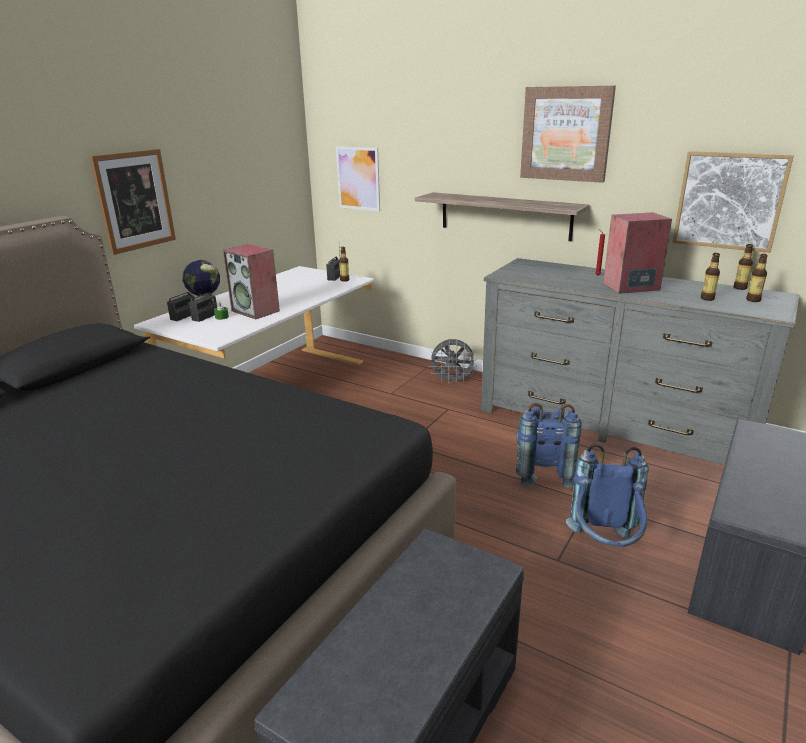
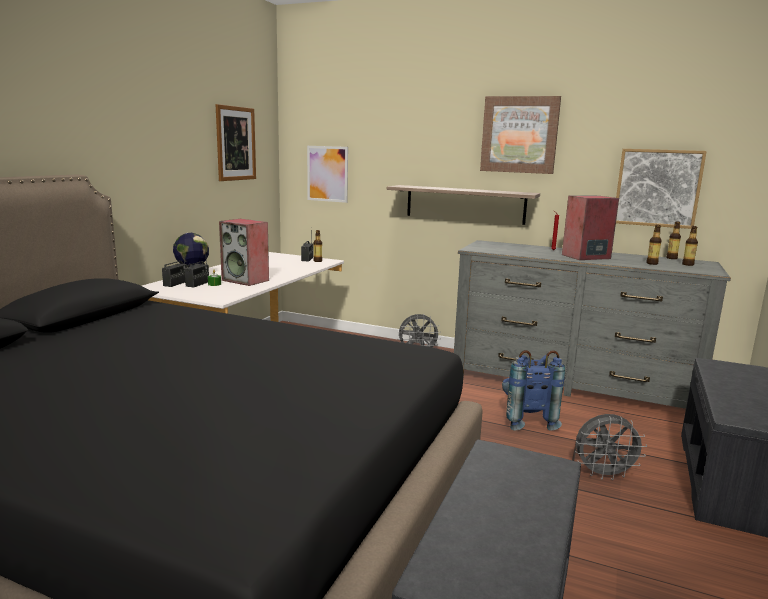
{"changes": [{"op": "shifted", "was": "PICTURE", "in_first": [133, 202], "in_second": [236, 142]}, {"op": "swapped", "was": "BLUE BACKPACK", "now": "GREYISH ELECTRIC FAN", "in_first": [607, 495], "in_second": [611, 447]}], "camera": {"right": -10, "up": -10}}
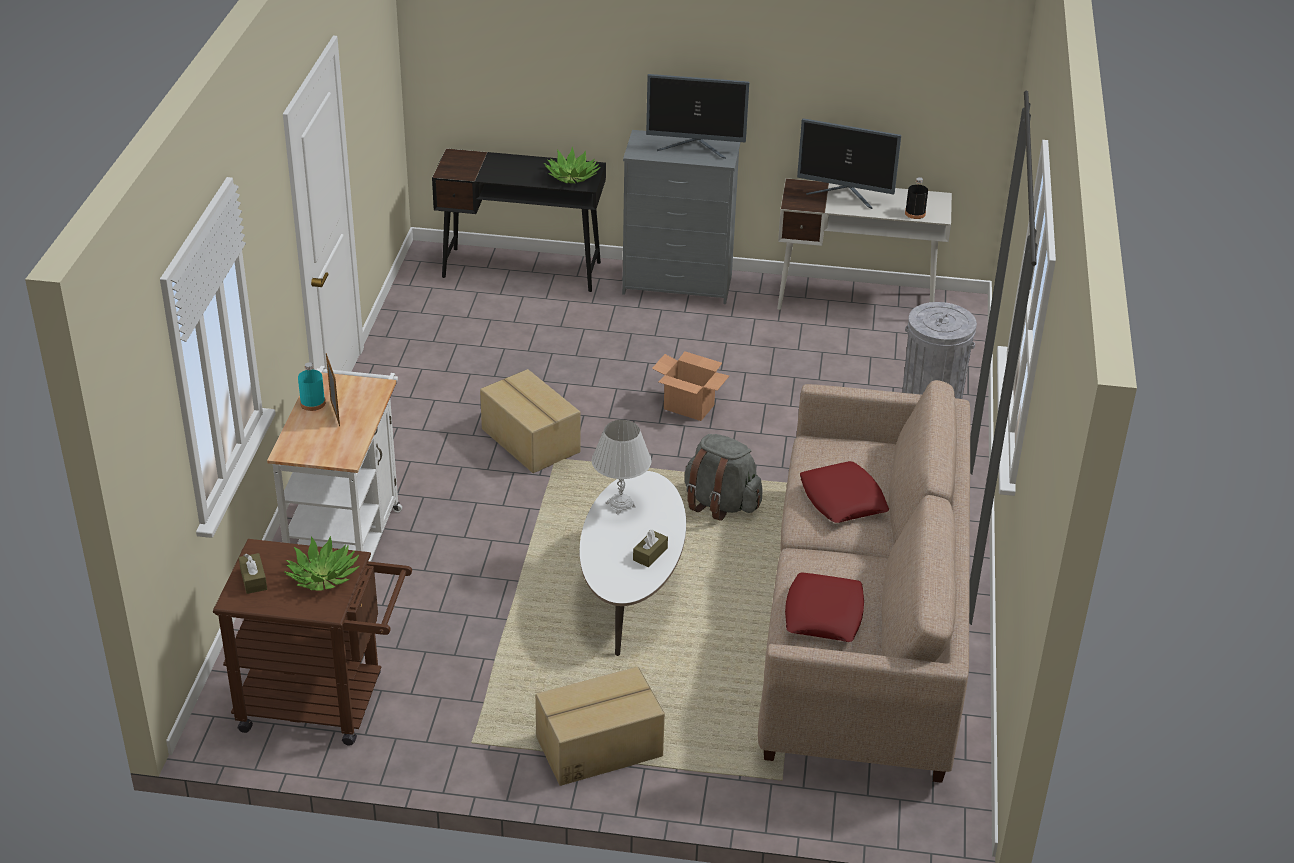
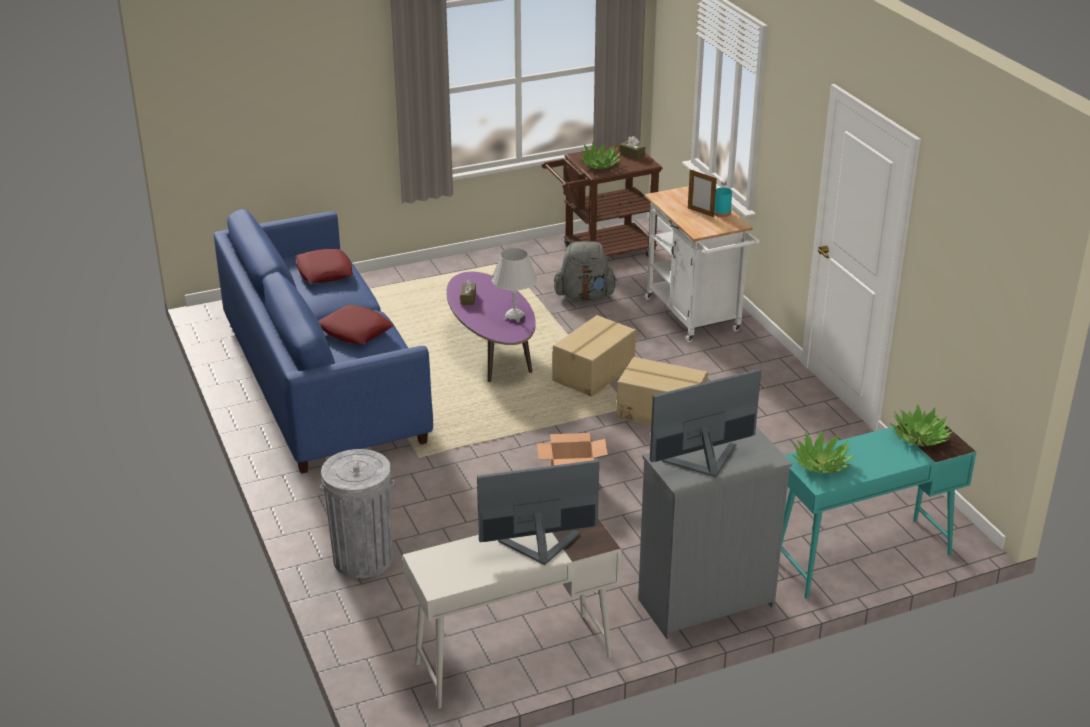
{"changes": [{"op": "repainted", "was": "SAND-COLOURED SETTEE", "now": "BLUE SETTEE", "in_first": [864, 581], "in_second": [323, 341]}, {"op": "repainted", "was": "WHITISH LOUNGE TABLE", "now": "PURPLE-COLOURED LOUNGE TABLE", "in_first": [633, 563], "in_second": [491, 327]}, {"op": "shifted", "was": "CARTON", "in_first": [600, 726], "in_second": [594, 356]}, {"op": "shifted", "was": "GREYISH BACKPACK", "in_first": [723, 477], "in_second": [585, 271]}, {"op": "repainted", "was": "BLACKISH DESK UNIT", "now": "TURQUOISE-COLOURED DESK UNIT", "in_first": [519, 220], "in_second": [879, 507]}, {"op": "new", "now": "HOUSEPLANT", "in_second": [921, 425]}, {"op": "gone", "was": "BLACKISH BOTTLE", "in_first": [916, 198]}], "camera": {"right": 150, "up": -5}}
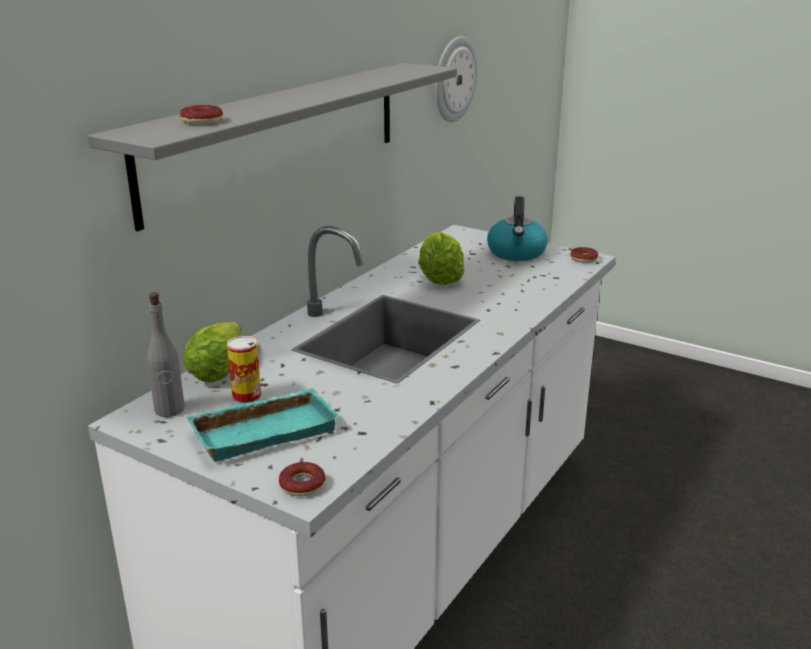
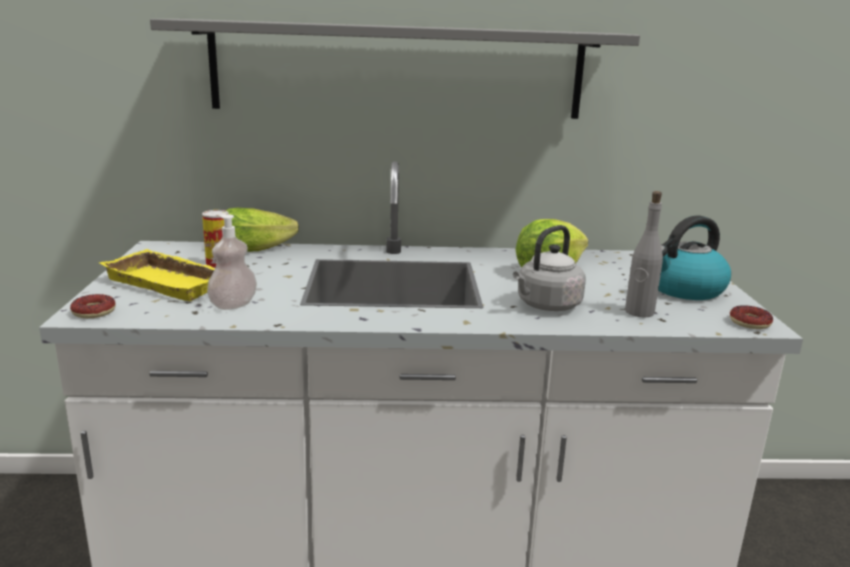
{"changes": [{"op": "repainted", "was": "TURQUOISE-COLOURED CARRYING TRAY", "now": "YELLOW CARRYING TRAY", "in_first": [263, 425], "in_second": [157, 275]}, {"op": "new", "now": "SOAP BOTTLE", "in_second": [232, 262]}, {"op": "new", "now": "GREYISH WATER KETTLE", "in_second": [549, 268]}, {"op": "shifted", "was": "GREYISH BOTTLE", "in_first": [166, 354], "in_second": [644, 254]}, {"op": "gone", "was": "RING DOUGHNUT", "in_first": [201, 115]}, {"op": "gone", "was": "HANGING CLOCK", "in_first": [456, 79]}], "camera": {"right": 55, "up": -5}}
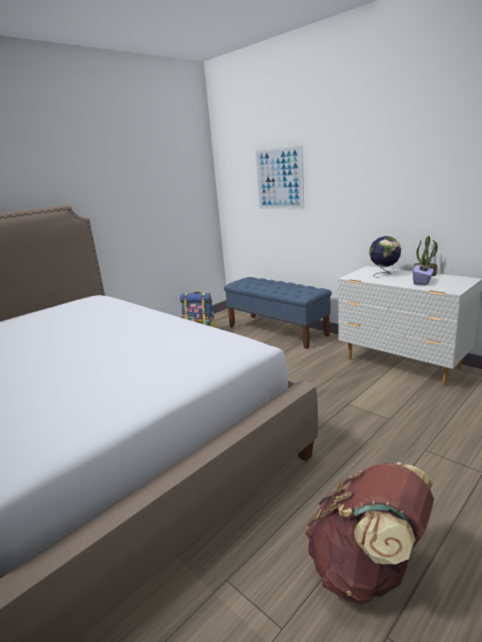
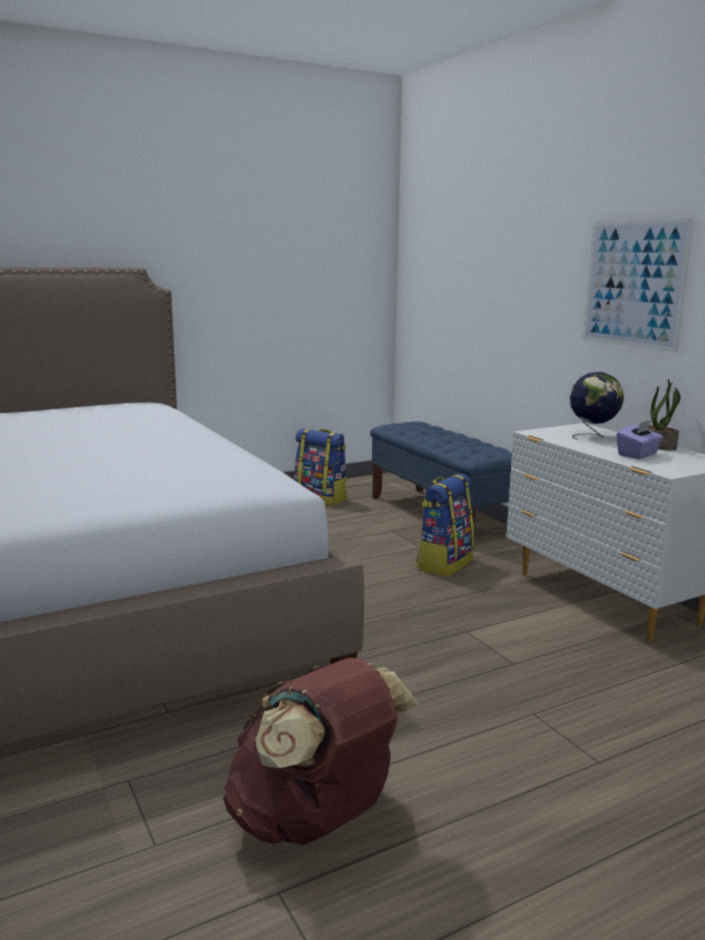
{"changes": [{"op": "new", "now": "BACKPACK", "in_second": [445, 525]}, {"op": "shifted", "was": "PICTURE", "in_first": [279, 177], "in_second": [638, 285]}], "camera": {"right": 15, "up": -5}}
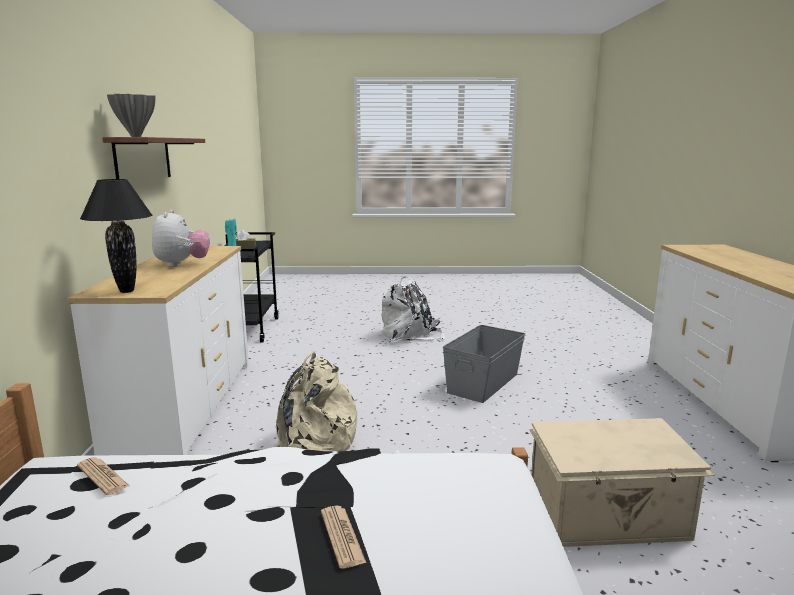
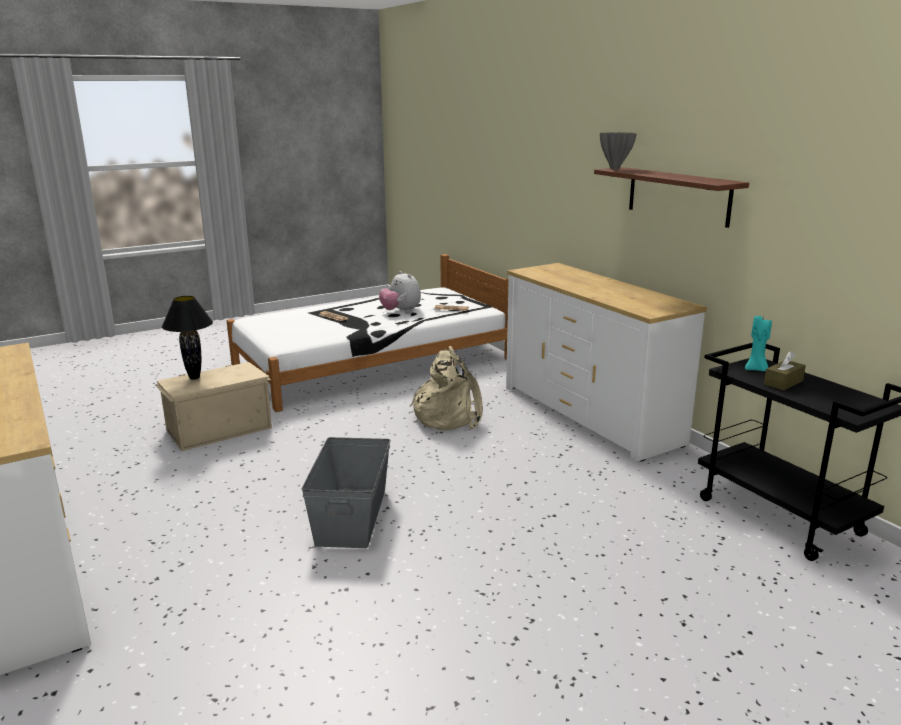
{"changes": [{"op": "shifted", "was": "BLACKISH LAMP FOR A TABLE", "in_first": [116, 236], "in_second": [187, 337]}, {"op": "shifted", "was": "CUDDLY TOY", "in_first": [181, 238], "in_second": [400, 292]}, {"op": "gone", "was": "WHITISH BACKPACK", "in_first": [413, 310]}], "camera": {"right": 150, "up": 5}}
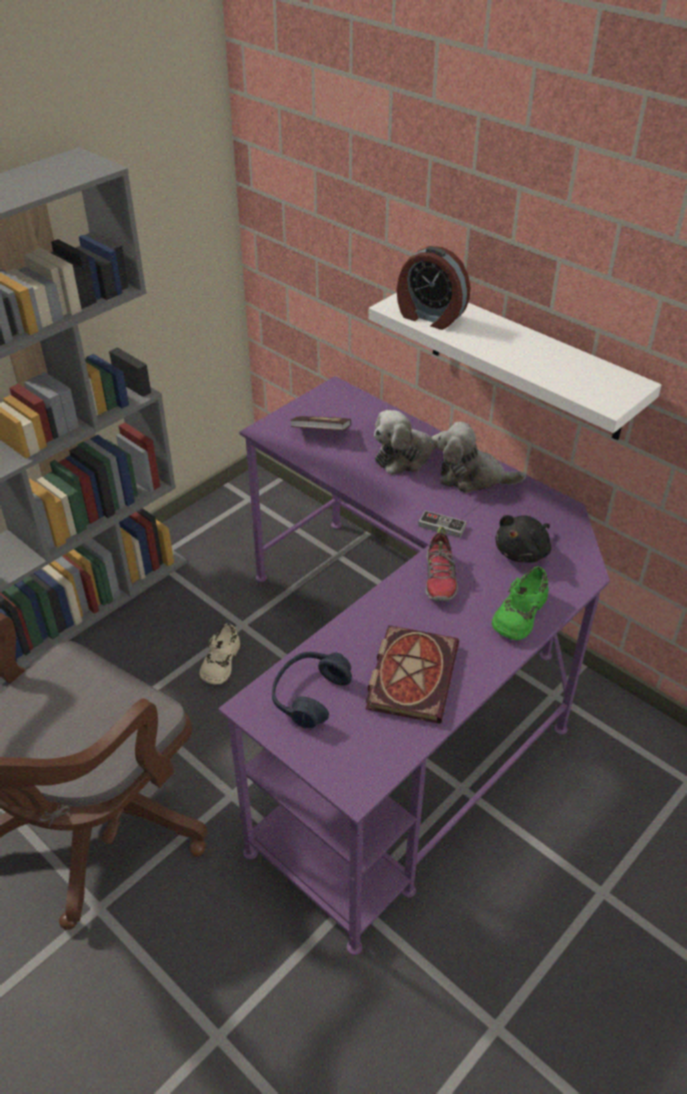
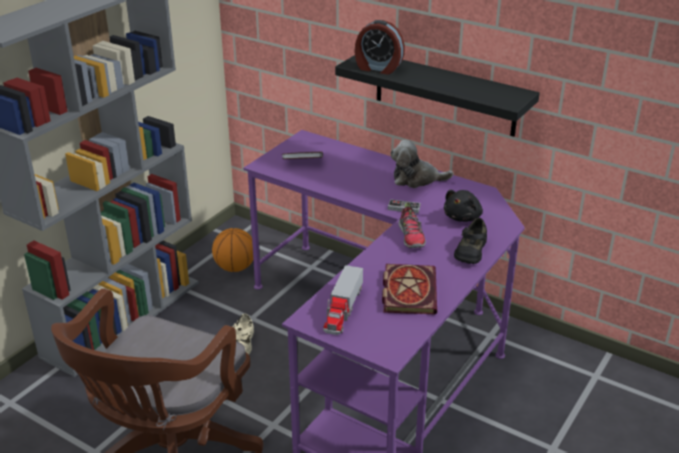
{"changes": [{"op": "new", "now": "BASKETBALL BALL", "in_second": [232, 250]}, {"op": "swapped", "was": "BLUE HEADSET", "now": "TOY LORRY", "in_first": [312, 690], "in_second": [343, 300]}, {"op": "repainted", "was": "WHITISH WALL SHELF", "now": "BLACKISH WALL SHELF", "in_first": [515, 366], "in_second": [437, 96]}, {"op": "repainted", "was": "GREENISH SHOE", "now": "BLACKISH SHOE", "in_first": [520, 603], "in_second": [470, 241]}, {"op": "gone", "was": "CUDDLY TOY", "in_first": [410, 442]}], "camera": {"right": -10, "up": -10}}
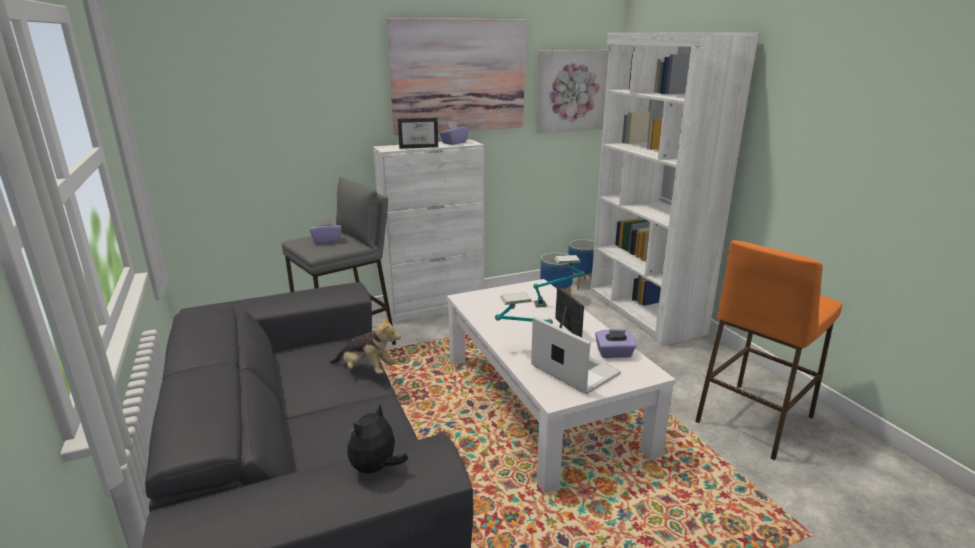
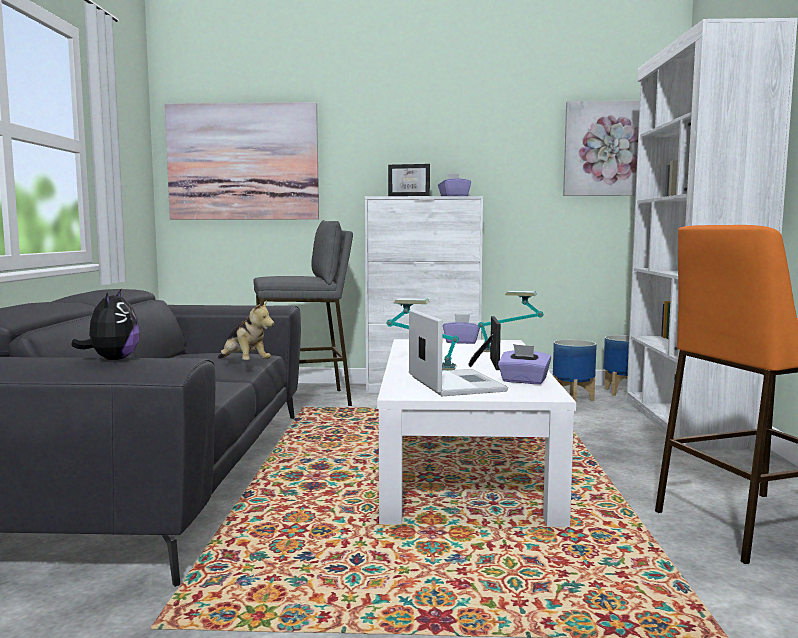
{"changes": [{"op": "rotated", "was": "CUDDLY TOY", "in_first": [377, 438], "in_second": [105, 324], "clockwise": 120}, {"op": "shifted", "was": "PICTURE", "in_first": [456, 76], "in_second": [242, 160]}, {"op": "shifted", "was": "PURPLE-COLOURED TISSUE BOX", "in_first": [326, 230], "in_second": [461, 329]}], "camera": {"right": 25, "up": -15}}
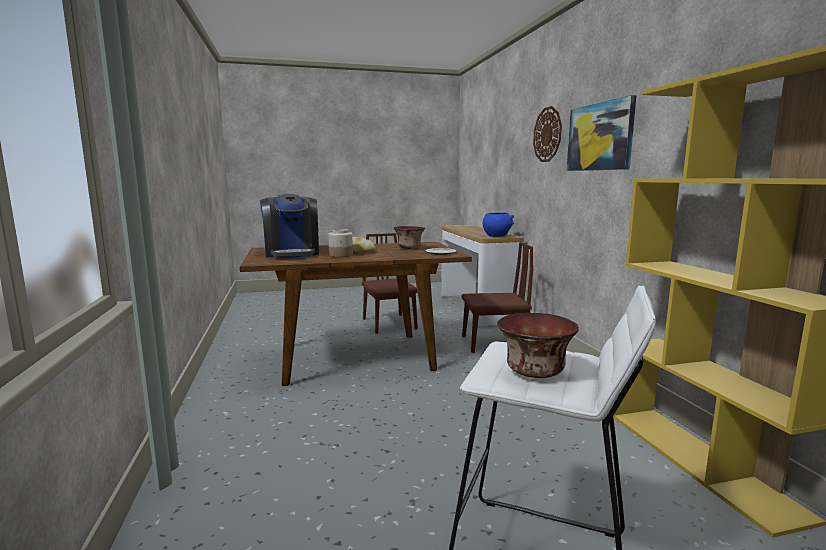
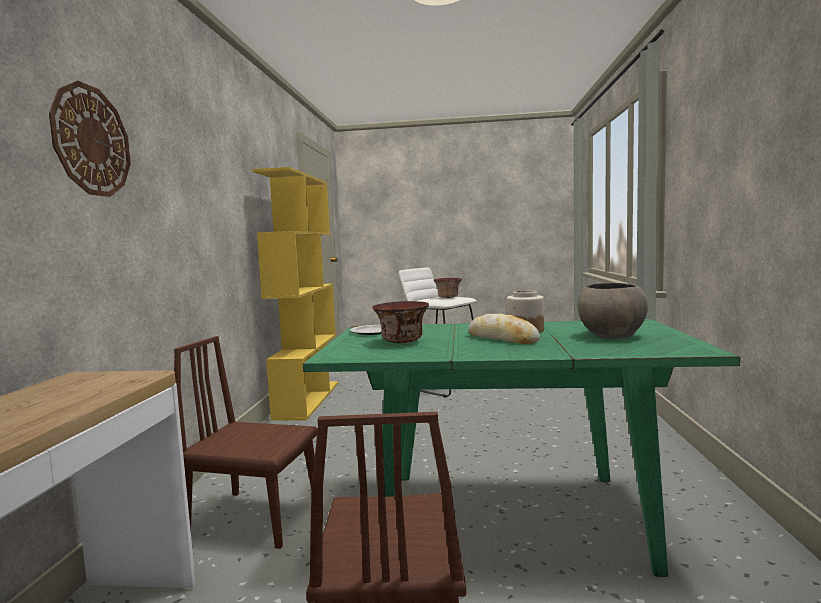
{"changes": [{"op": "repainted", "was": "BROWN DINING TABLE", "now": "GREENISH DINING TABLE", "in_first": [356, 314], "in_second": [521, 448]}, {"op": "swapped", "was": "COFFEE BREWER", "now": "GREYISH BOWL", "in_first": [289, 226], "in_second": [612, 311]}, {"op": "gone", "was": "BLUE BOWL", "in_first": [498, 224]}, {"op": "gone", "was": "PICTURE", "in_first": [601, 133]}], "camera": {"right": -160, "up": -5}}
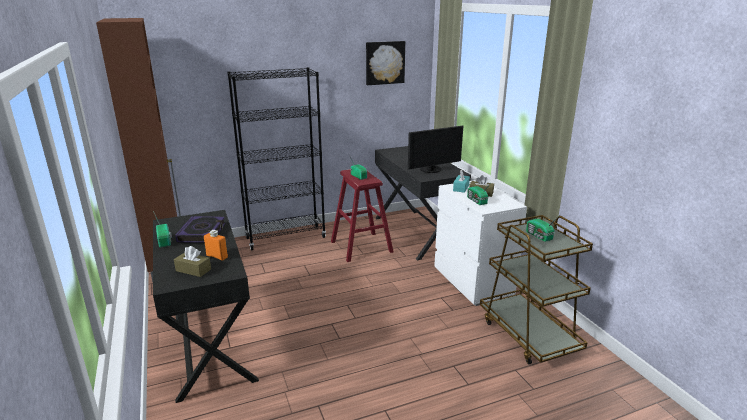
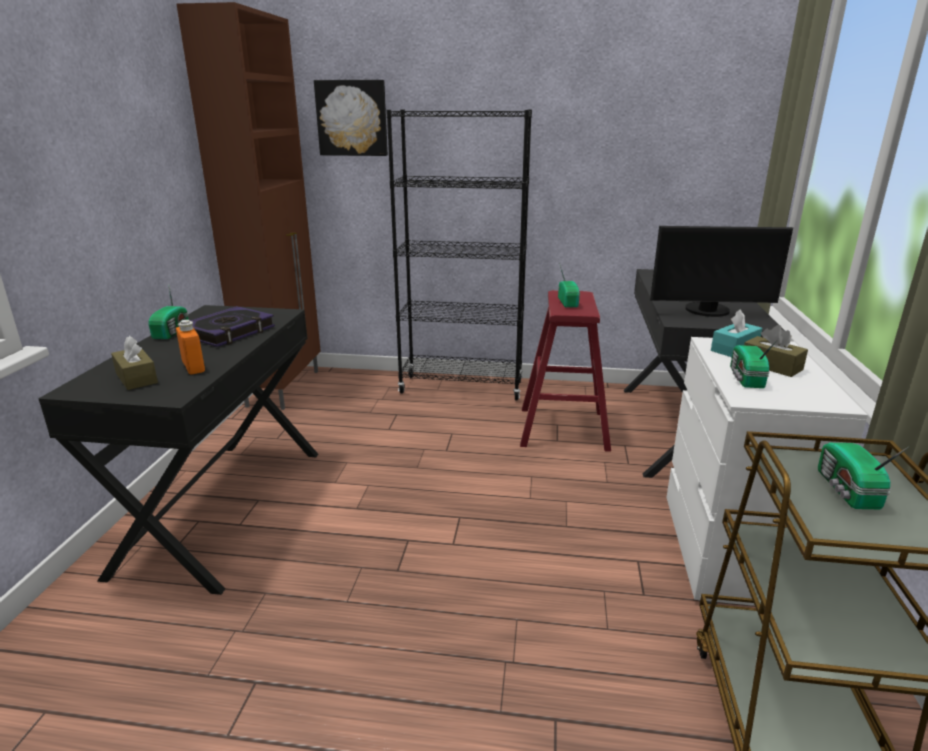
{"changes": [{"op": "shifted", "was": "PICTURE", "in_first": [385, 63], "in_second": [351, 118]}], "camera": {"right": 30, "up": 0}}
